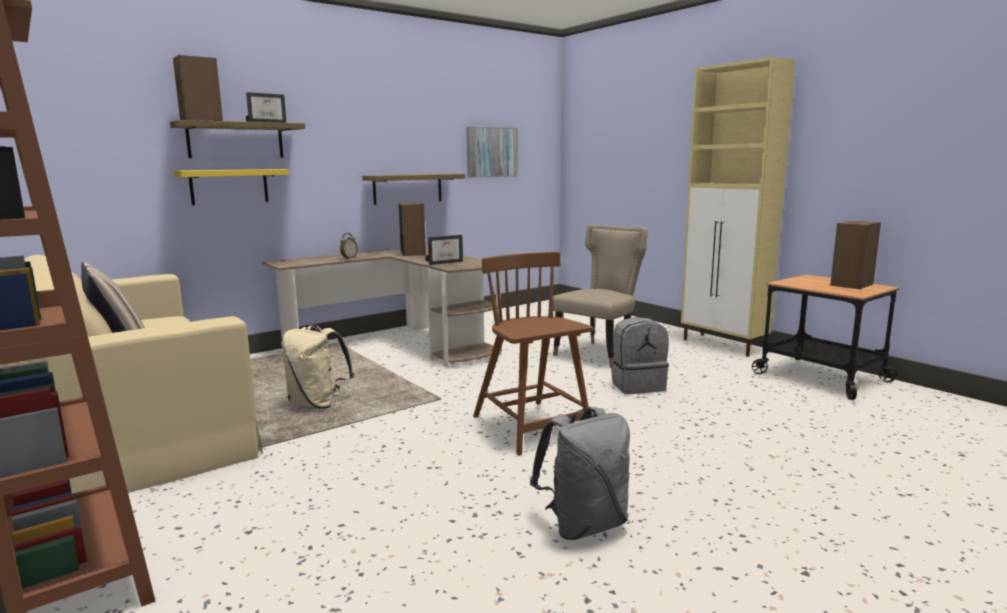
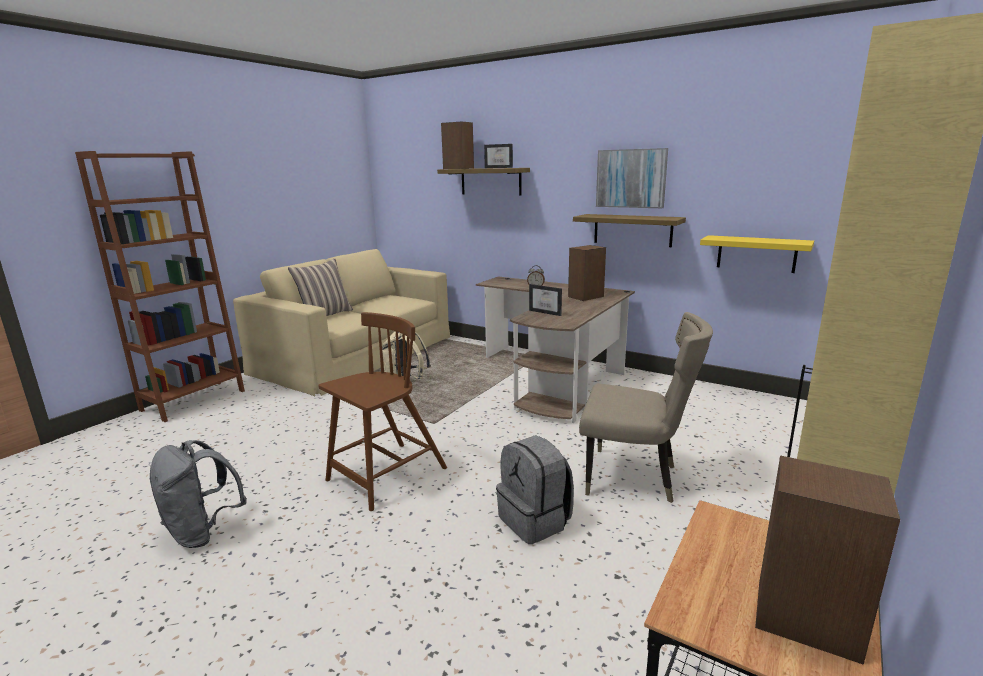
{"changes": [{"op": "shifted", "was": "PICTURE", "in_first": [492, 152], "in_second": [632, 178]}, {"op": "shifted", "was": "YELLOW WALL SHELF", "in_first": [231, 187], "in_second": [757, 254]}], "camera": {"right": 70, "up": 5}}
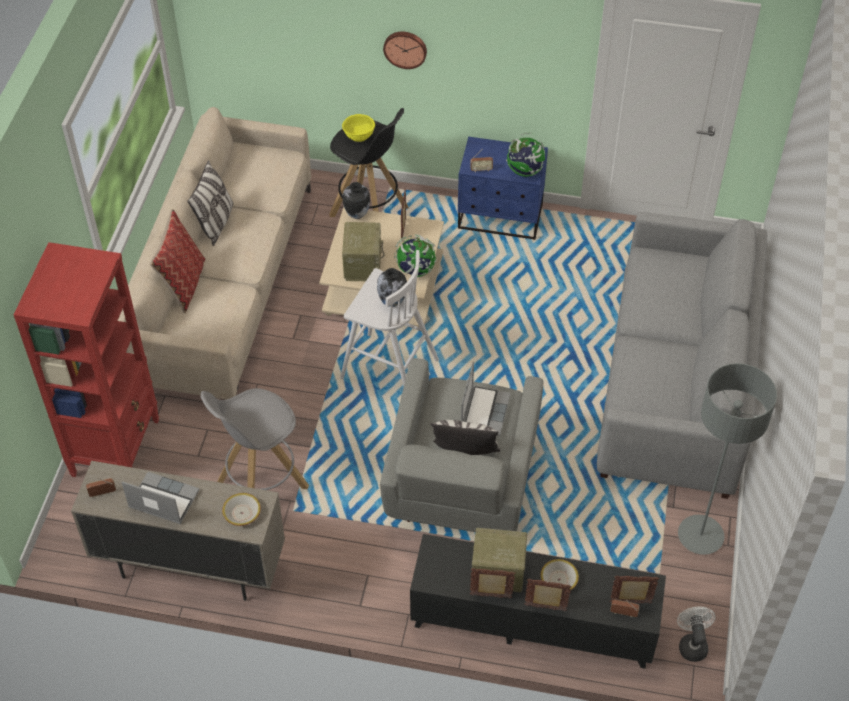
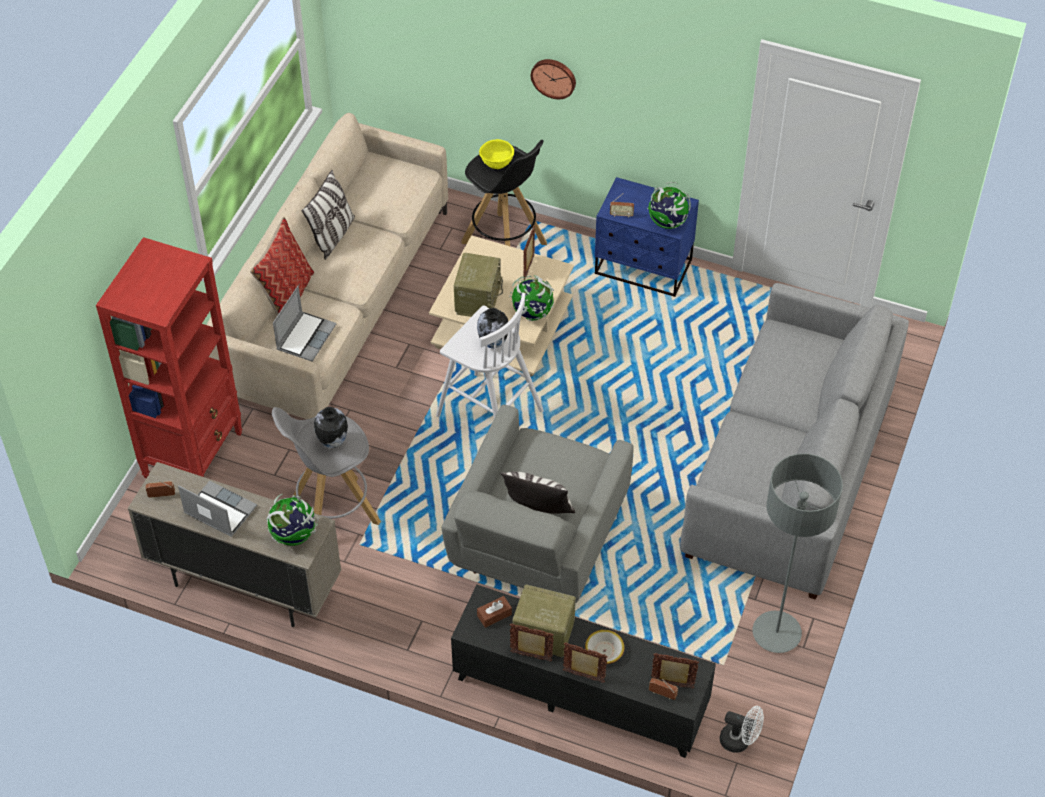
{"changes": [{"op": "swapped", "was": "BOWL", "now": "GLOBE", "in_first": [241, 509], "in_second": [292, 520]}, {"op": "shifted", "was": "LAPTOP", "in_first": [486, 399], "in_second": [304, 324]}, {"op": "shifted", "was": "DECORATIVE VASE", "in_first": [356, 200], "in_second": [331, 427]}, {"op": "new", "now": "BROWN TISSUE BOX", "in_second": [494, 612]}, {"op": "rotated", "was": "WHITISH ELECTRIC FAN", "in_first": [696, 634], "in_second": [742, 729], "clockwise": 105}], "camera": {"right": 10, "up": 0}}
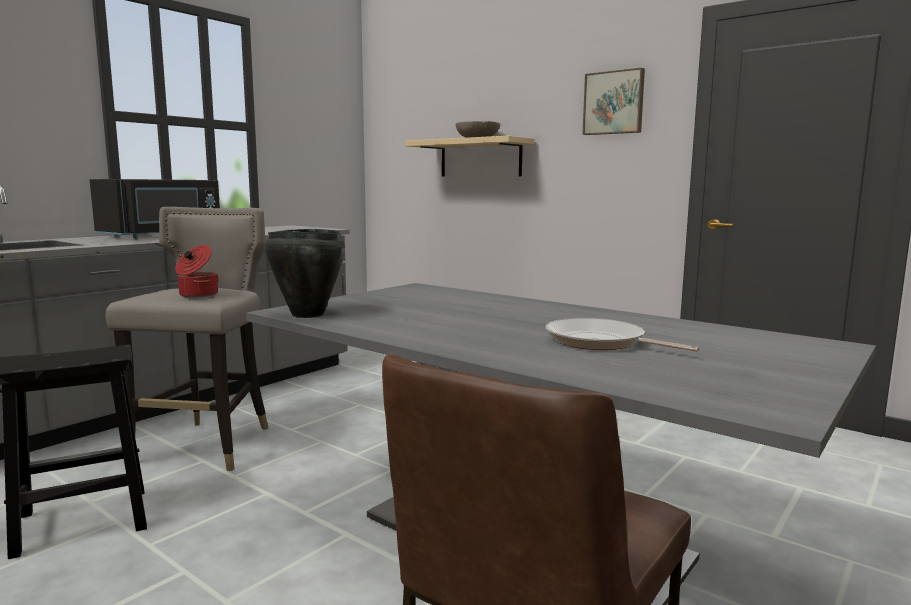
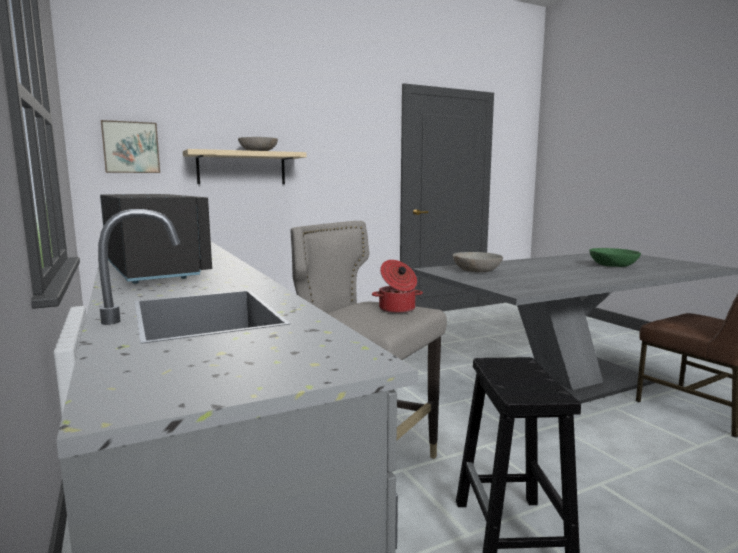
{"changes": [{"op": "shifted", "was": "PICTURE", "in_first": [613, 101], "in_second": [130, 146]}, {"op": "new", "now": "GREYISH BOWL", "in_second": [478, 262]}, {"op": "swapped", "was": "FRYING PAN", "now": "GREENISH BOWL", "in_first": [622, 335], "in_second": [615, 257]}, {"op": "gone", "was": "BLACKISH STOCKPOT", "in_first": [305, 273]}], "camera": {"right": -65, "up": 0}}
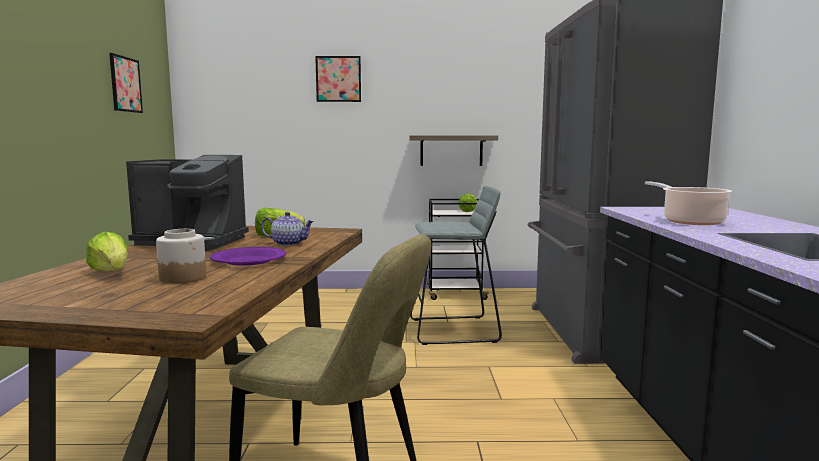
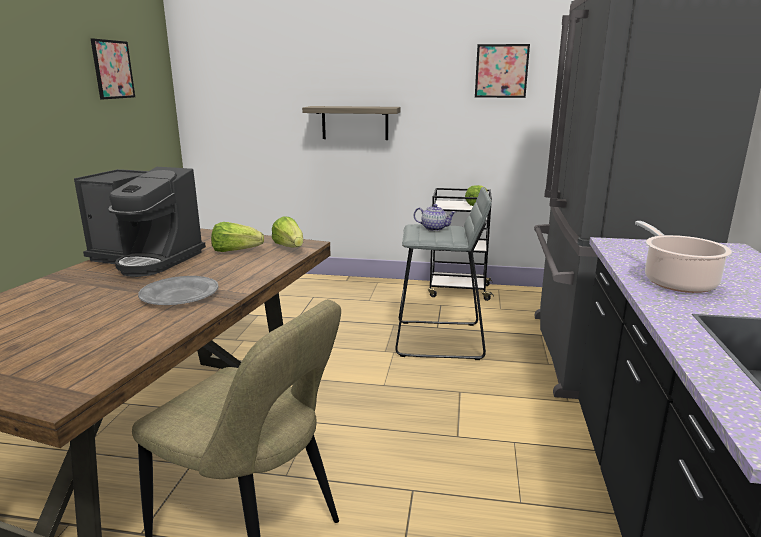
{"changes": [{"op": "repainted", "was": "PURPLE-COLOURED DINNER PLATE", "now": "GREYISH DINNER PLATE", "in_first": [248, 256], "in_second": [178, 290]}, {"op": "shifted", "was": "LETTUCE", "in_first": [107, 251], "in_second": [287, 231]}, {"op": "shifted", "was": "WALL SHELF", "in_first": [453, 150], "in_second": [351, 123]}, {"op": "shifted", "was": "TEAPOT", "in_first": [287, 229], "in_second": [435, 217]}, {"op": "shifted", "was": "PICTURE", "in_first": [338, 79], "in_second": [502, 71]}, {"op": "gone", "was": "STORAGE JAR", "in_first": [181, 256]}], "camera": {"right": 10, "up": 10}}
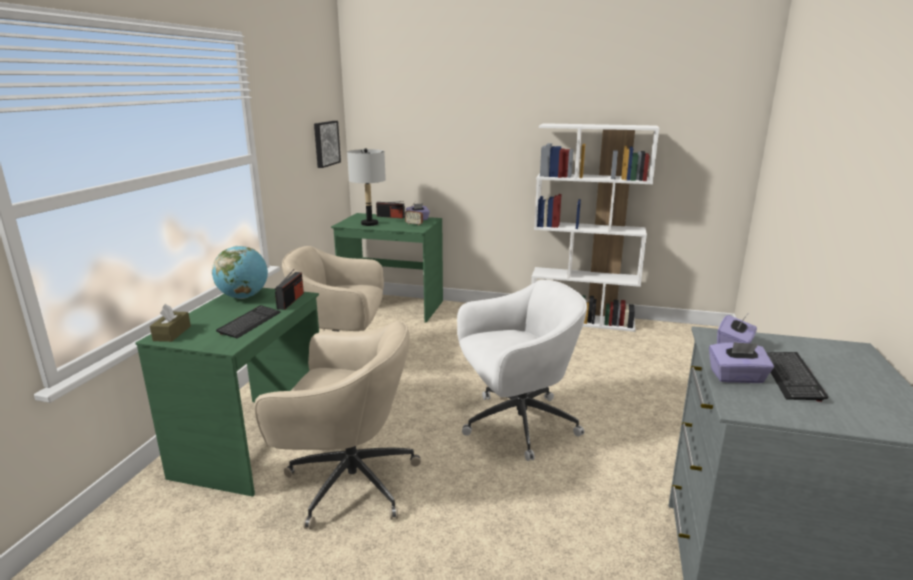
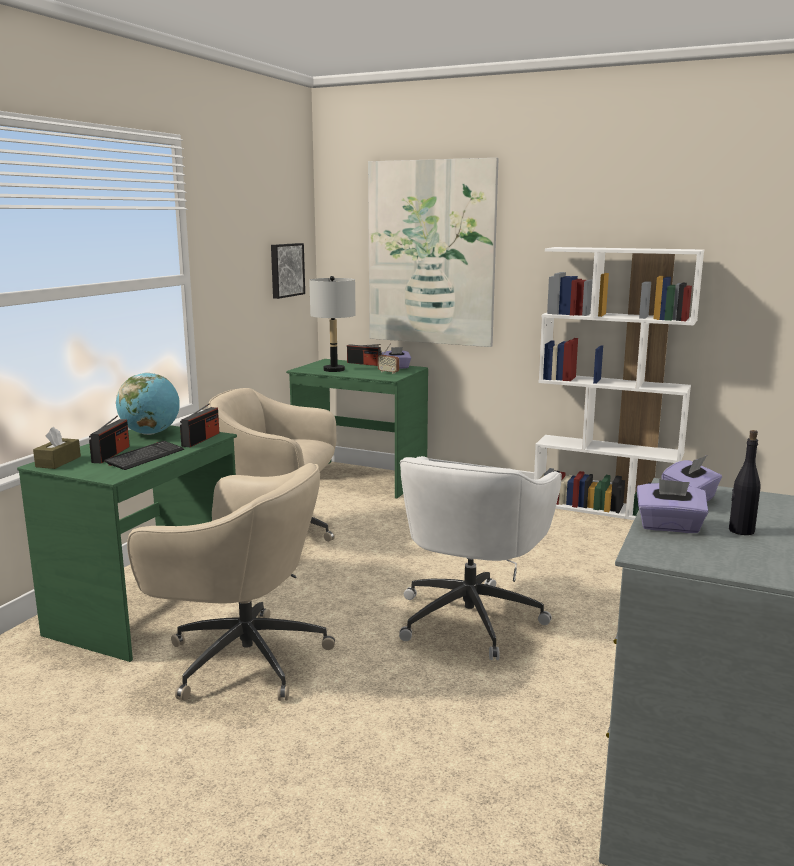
{"changes": [{"op": "new", "now": "RADIO RECEIVER", "in_second": [109, 439]}, {"op": "new", "now": "PICTURE", "in_second": [433, 252]}, {"op": "rotated", "was": "WHITISH DESK CHAIR", "in_first": [522, 370], "in_second": [480, 558], "clockwise": 120}, {"op": "swapped", "was": "PC KEYBOARD", "now": "BLACKISH BOTTLE", "in_first": [797, 377], "in_second": [744, 482]}], "camera": {"right": 10, "up": -5}}
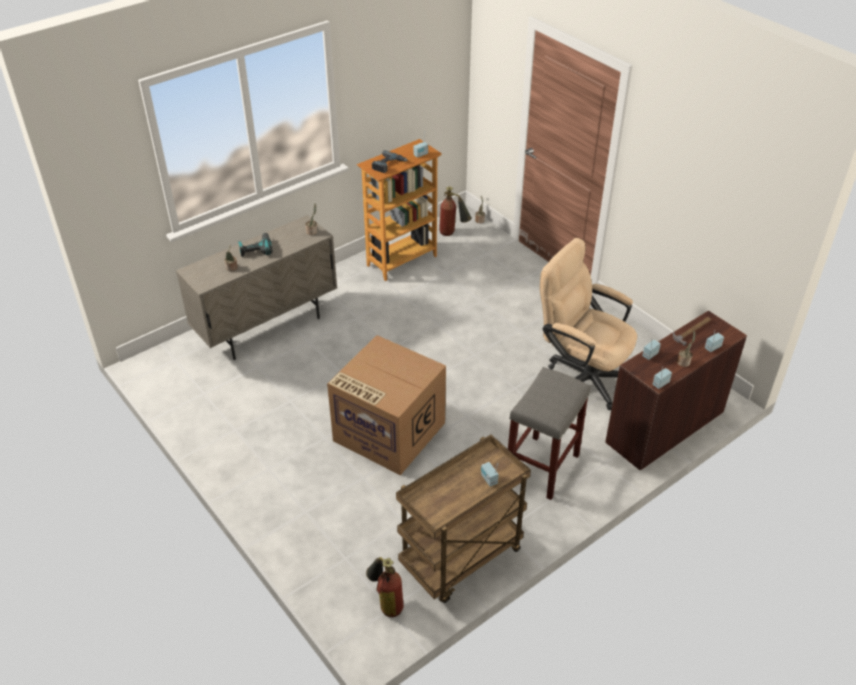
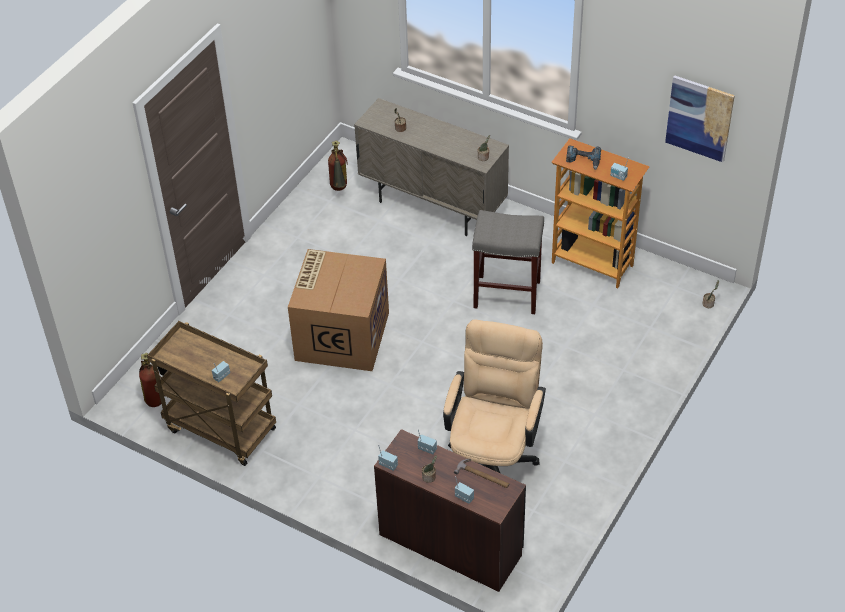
{"changes": [{"op": "shifted", "was": "EXTINGUISHER", "in_first": [455, 211], "in_second": [337, 165]}, {"op": "shifted", "was": "GREYISH STOOL SEAT", "in_first": [549, 433], "in_second": [508, 262]}, {"op": "new", "now": "PICTURE", "in_second": [700, 118]}, {"op": "gone", "was": "POWER DRILL", "in_first": [255, 245]}], "camera": {"right": 70, "up": 5}}
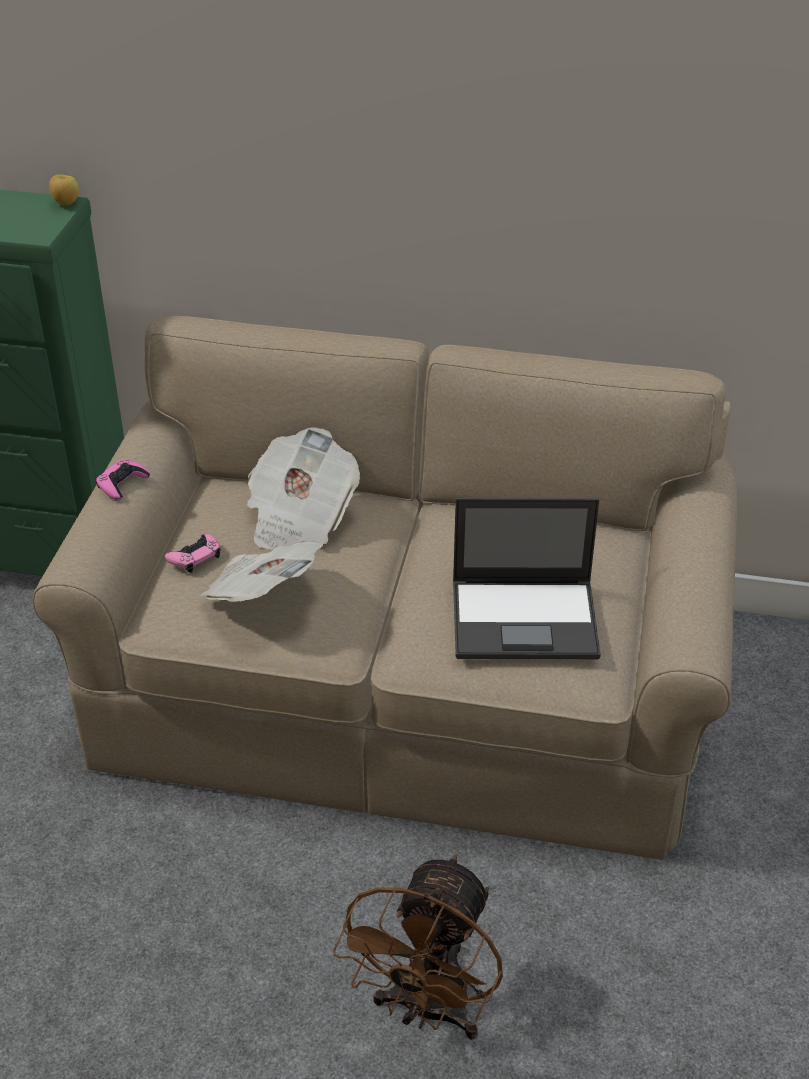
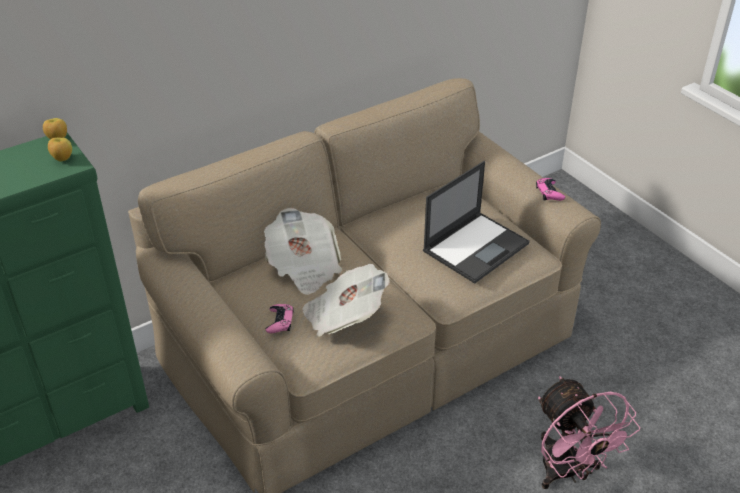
{"changes": [{"op": "new", "now": "APPLE", "in_second": [60, 149]}, {"op": "shifted", "was": "PINK-COLOURED GAME CONTROLLER", "in_first": [123, 480], "in_second": [550, 189]}, {"op": "repainted", "was": "BROWN ELECTRIC FAN", "now": "PINK-COLOURED ELECTRIC FAN", "in_first": [418, 947], "in_second": [589, 432]}], "camera": {"right": -45, "up": 0}}
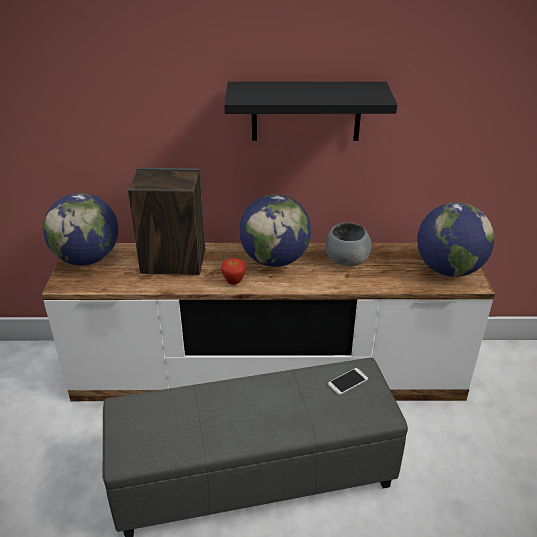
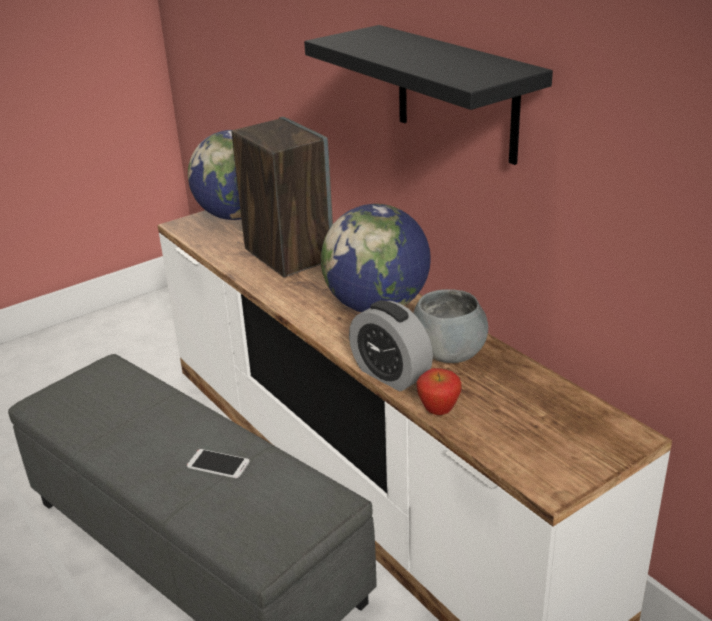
{"changes": [{"op": "shifted", "was": "TELEPHONE", "in_first": [348, 381], "in_second": [218, 463]}, {"op": "new", "now": "TABLE CLOCK", "in_second": [391, 345]}, {"op": "shifted", "was": "APPLE", "in_first": [233, 271], "in_second": [439, 391]}, {"op": "gone", "was": "GLOBE", "in_first": [455, 240]}], "camera": {"right": 55, "up": -5}}
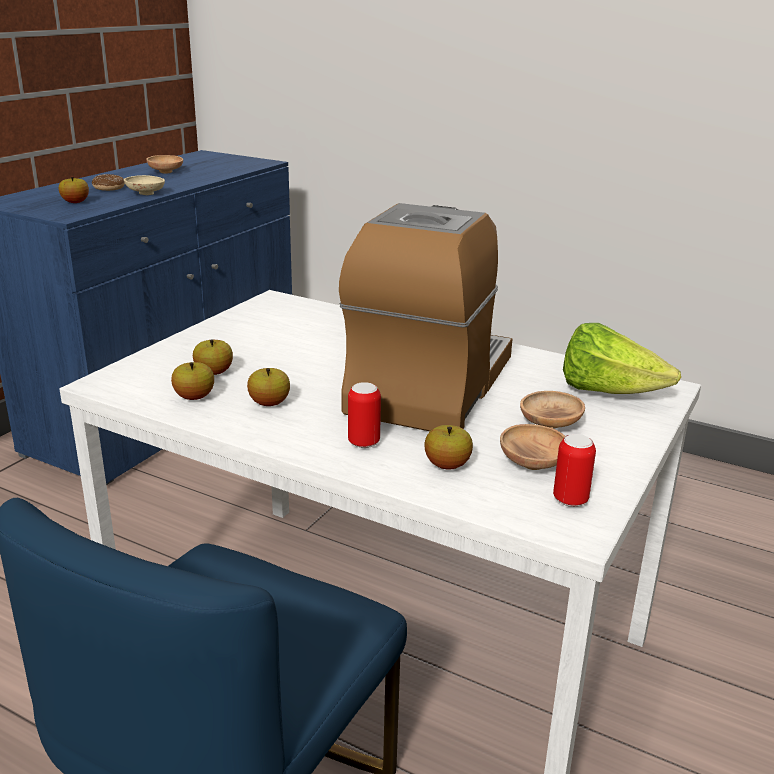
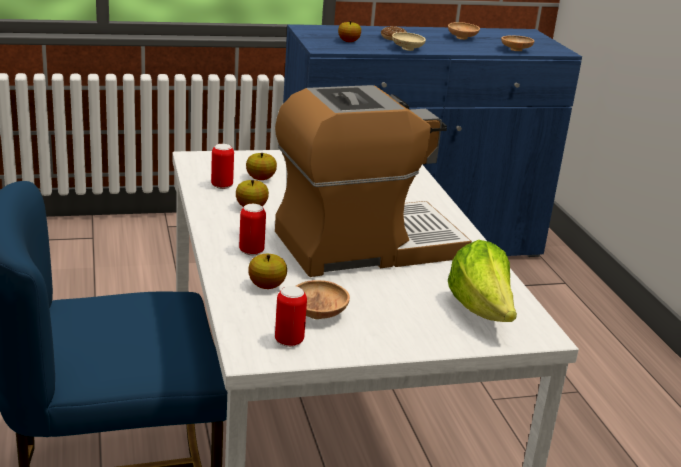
{"changes": [{"op": "swapped", "was": "APPLE", "now": "CAN", "in_first": [192, 381], "in_second": [222, 166]}, {"op": "shifted", "was": "BROWN BOWL", "in_first": [552, 410], "in_second": [518, 43]}], "camera": {"right": 45, "up": 0}}
